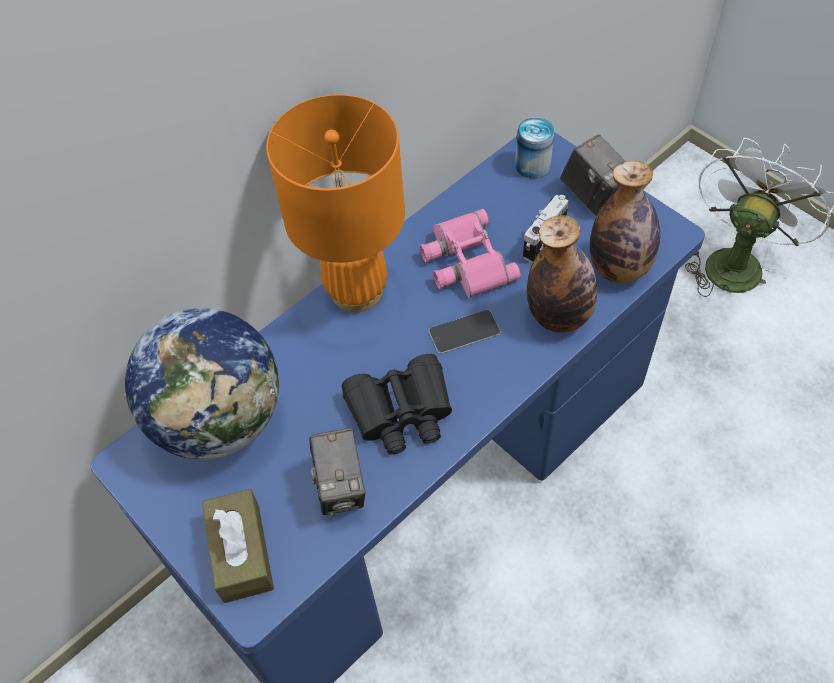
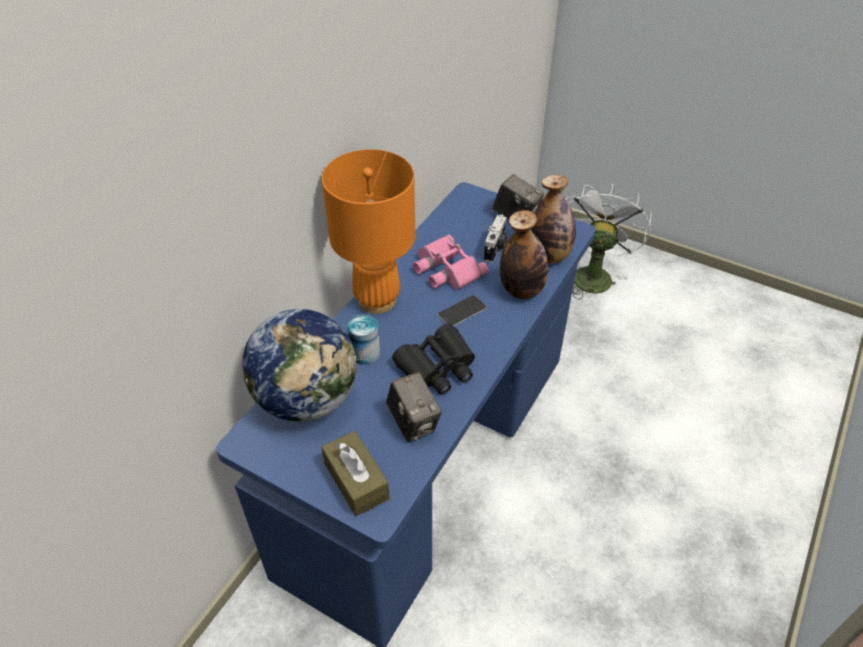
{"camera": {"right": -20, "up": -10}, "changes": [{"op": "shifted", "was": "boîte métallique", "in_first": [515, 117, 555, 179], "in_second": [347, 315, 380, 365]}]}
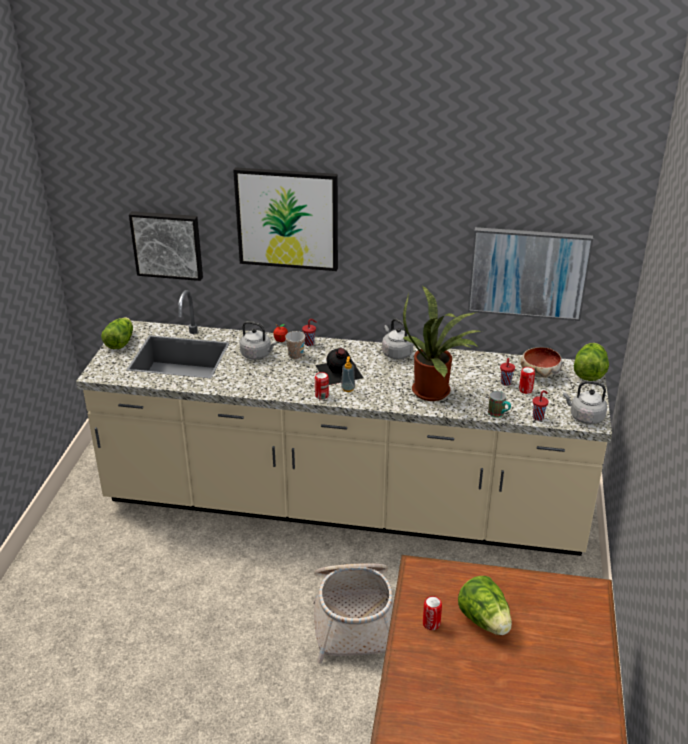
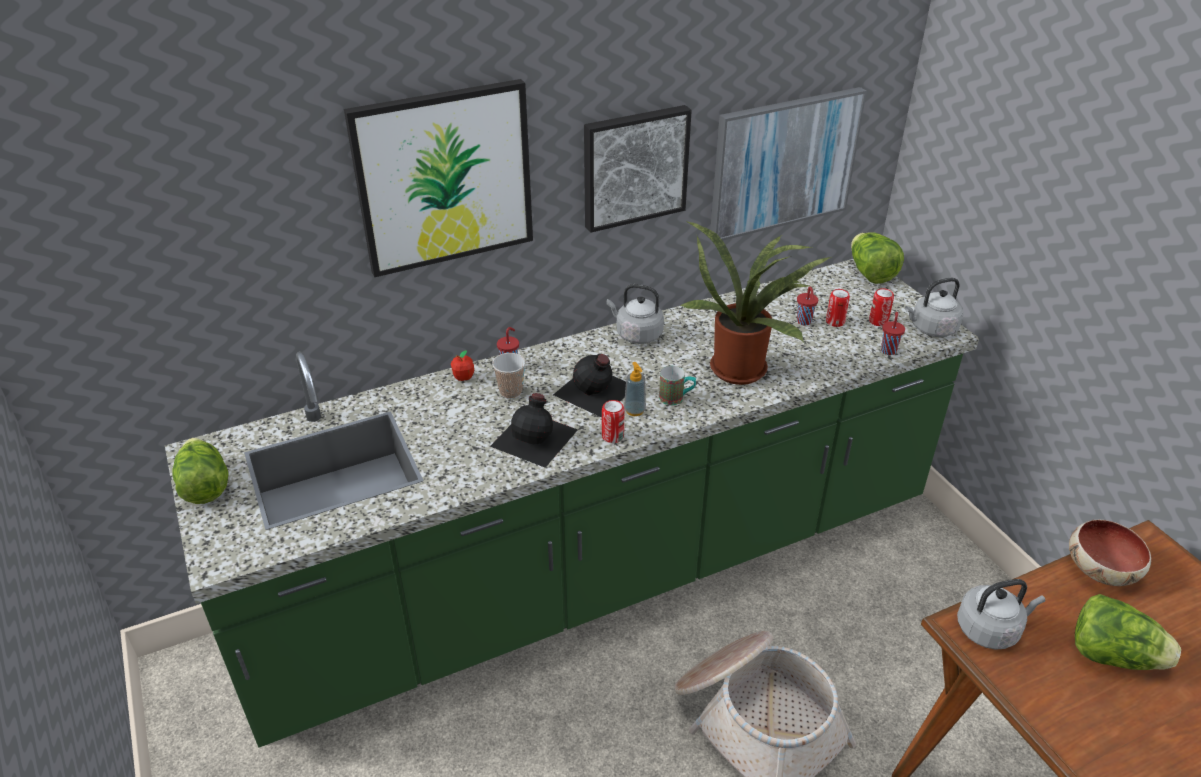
{"camera": {"right": -35, "up": 5}, "changes": [{"op": "repainted", "was": "comptoir de cuisine (beige)", "now": "comptoir de cuisine (vert)", "in_first": [76, 290, 612, 556], "in_second": [165, 259, 979, 748]}, {"op": "shifted", "was": "tableau", "in_first": [129, 211, 203, 281], "in_second": [584, 105, 692, 233]}, {"op": "shifted", "was": "bouilloire (gris)", "in_first": [240, 321, 277, 360], "in_second": [957, 579, 1045, 650]}, {"op": "shifted", "was": "boîte métallique", "in_first": [423, 596, 442, 630], "in_second": [869, 288, 894, 326]}, {"op": "shifted", "was": "mug", "in_first": [488, 391, 511, 418], "in_second": [659, 366, 696, 405]}, {"op": "shifted", "was": "bol", "in_first": [521, 347, 562, 377], "in_second": [1069, 520, 1151, 586]}, {"op": "new", "now": "bouteille (noir)", "in_second": [490, 393, 578, 468]}]}
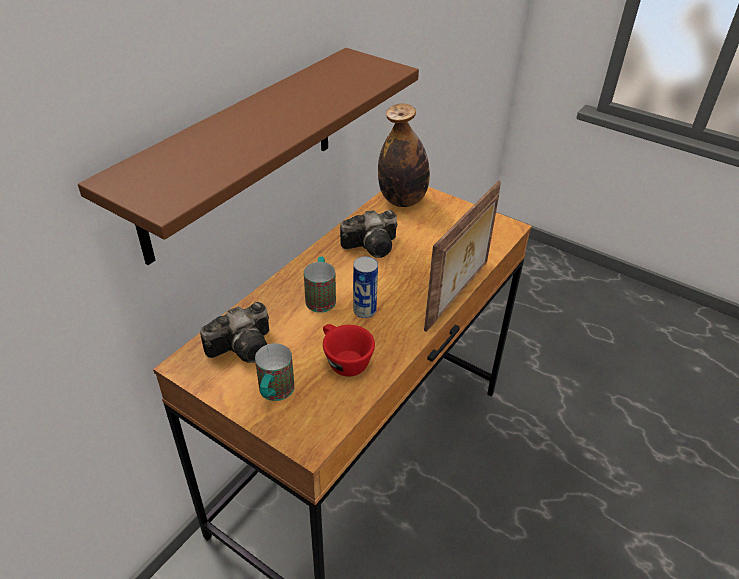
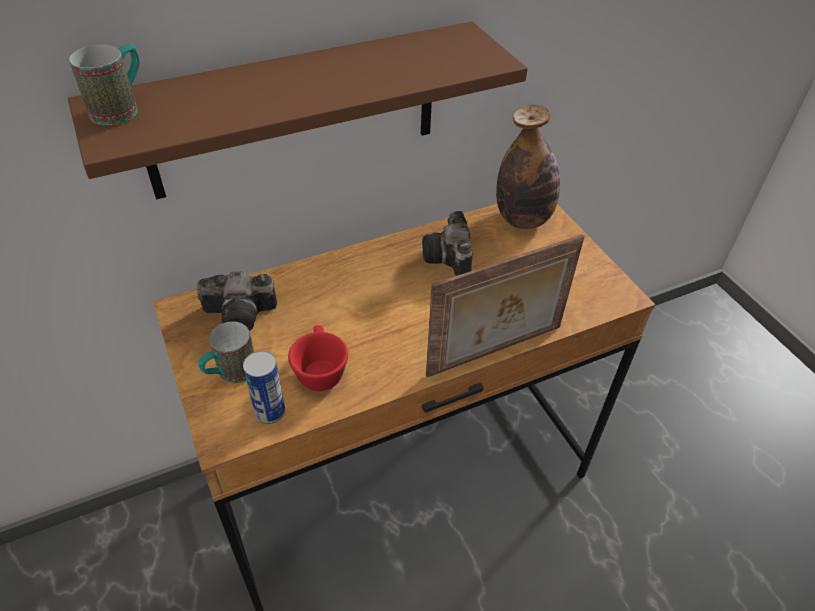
{"camera": {"right": 30, "up": 5}, "changes": [{"op": "shifted", "was": "mug", "in_first": [304, 256, 336, 313], "in_second": [69, 44, 139, 125]}, {"op": "rotated", "was": "appareil photo", "in_first": [340, 210, 397, 258], "in_second": [422, 211, 472, 276], "clockwise": 75}, {"op": "shifted", "was": "boîte métallique", "in_first": [353, 256, 378, 318], "in_second": [243, 351, 285, 424]}]}
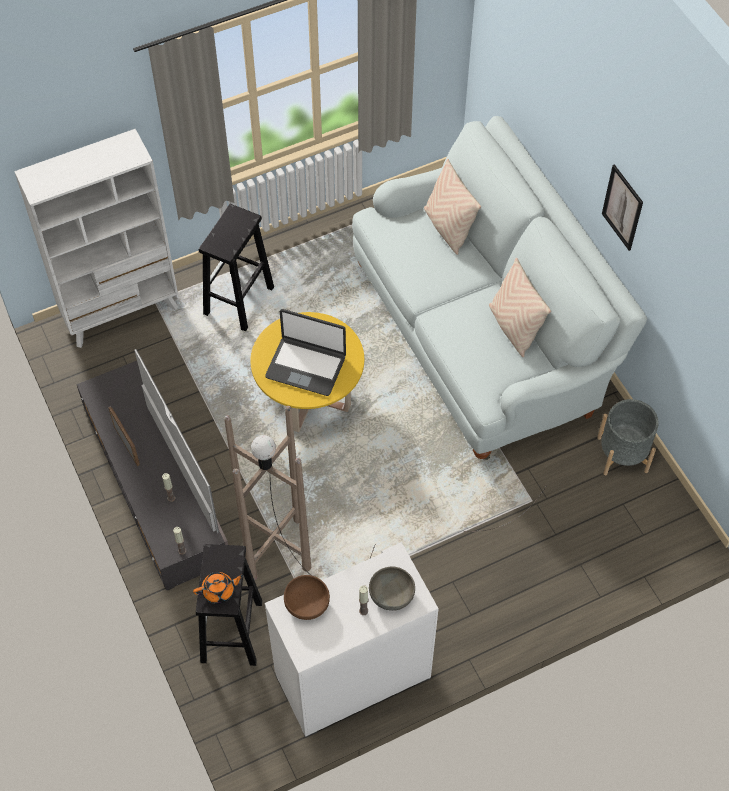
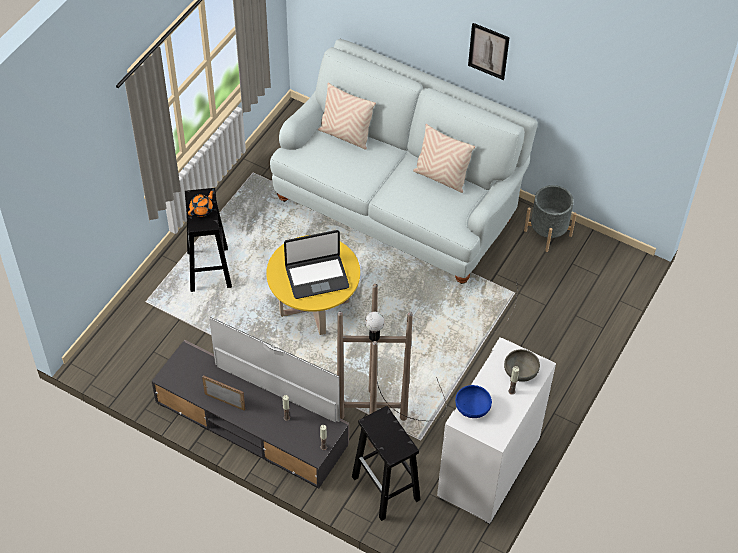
{"camera": {"right": -35, "up": -5}, "changes": [{"op": "gone", "was": "bibliothèque (blanc)", "in_first": [14, 129, 178, 348]}, {"op": "shifted", "was": "théière (orange)", "in_first": [193, 572, 244, 604], "in_second": [188, 189, 214, 217]}, {"op": "repainted", "was": "bol (marron)", "now": "bol (bleu)", "in_first": [284, 575, 330, 620], "in_second": [455, 385, 492, 418]}]}
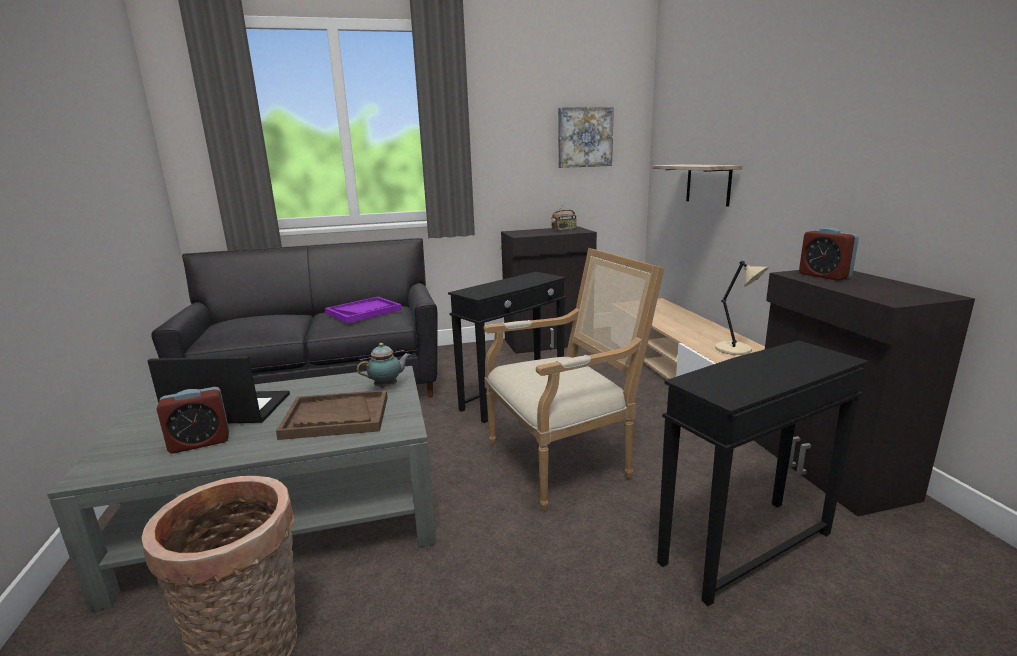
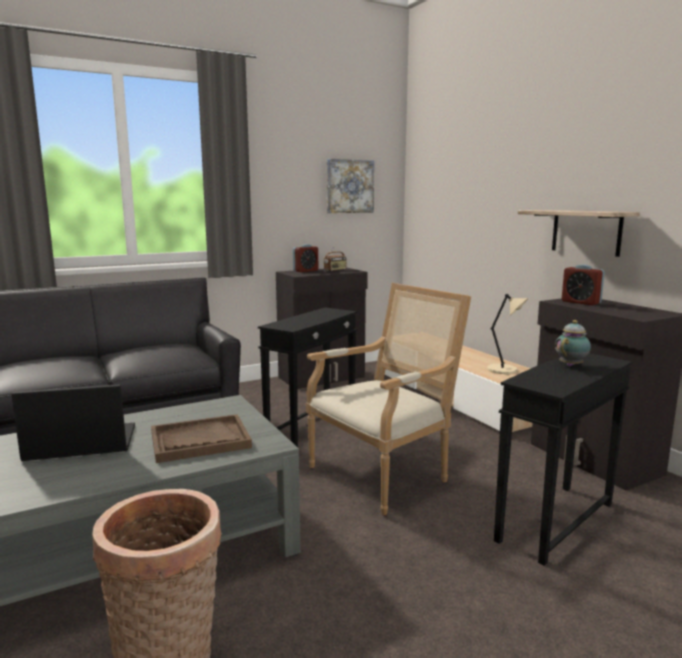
{"camera": {"right": -15, "up": -5}, "changes": [{"op": "shifted", "was": "réveil", "in_first": [156, 387, 229, 454], "in_second": [293, 244, 318, 272]}, {"op": "gone", "was": "plateau (violet)", "in_first": [325, 297, 402, 323]}, {"op": "shifted", "was": "théière", "in_first": [357, 343, 410, 388], "in_second": [555, 320, 591, 367]}, {"op": "shifted", "was": "étagère", "in_first": [653, 164, 743, 207], "in_second": [518, 210, 640, 257]}]}
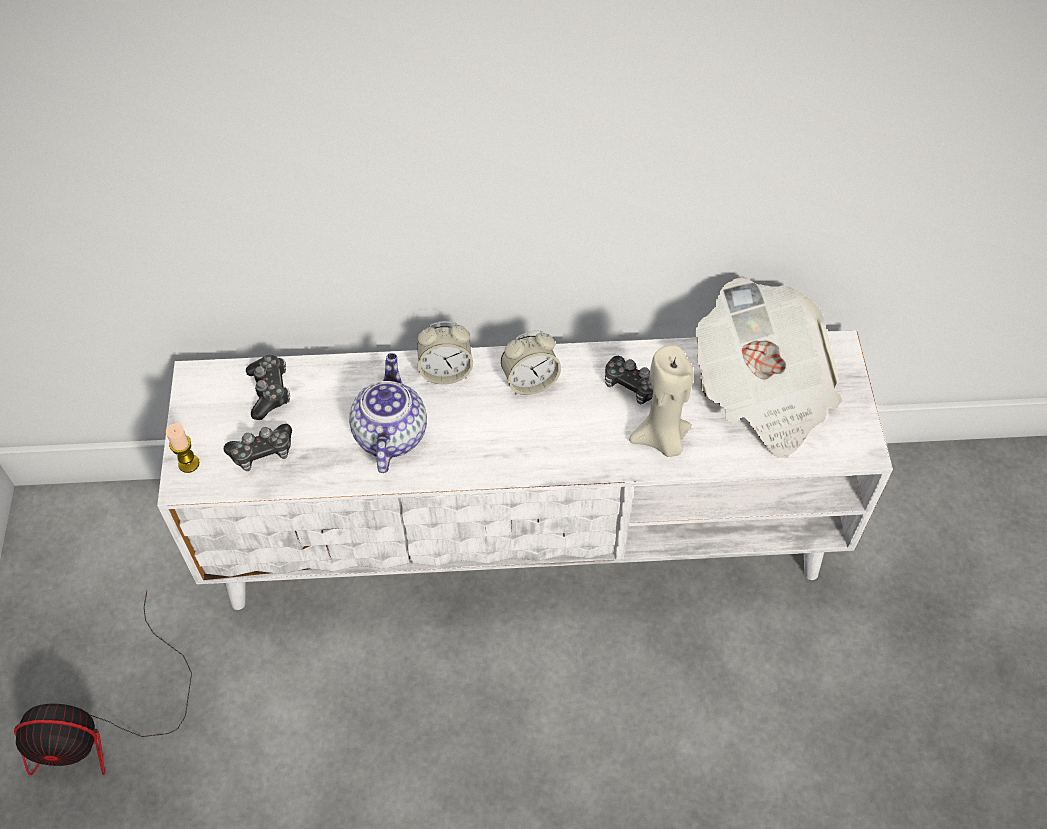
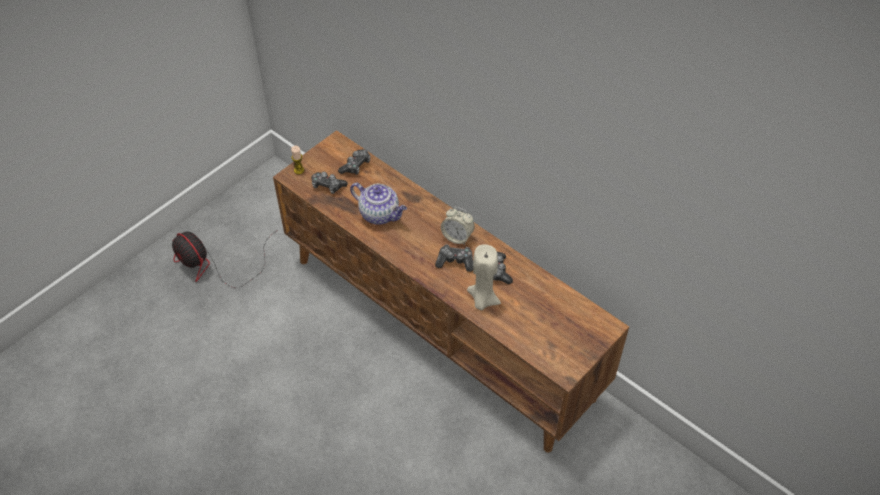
{"camera": {"right": 45, "up": -5}, "changes": [{"op": "repainted", "was": "meuble télé (blanc)", "now": "meuble télé (marron)", "in_first": [157, 330, 893, 610], "in_second": [273, 130, 629, 453]}, {"op": "rotated", "was": "théière", "in_first": [349, 353, 427, 473], "in_second": [350, 182, 407, 225], "clockwise": 75}, {"op": "gone", "was": "réveil", "in_first": [417, 321, 473, 384]}, {"op": "gone", "was": "journal", "in_first": [695, 277, 842, 458]}, {"op": "new", "now": "manette", "in_second": [435, 245, 473, 272]}]}
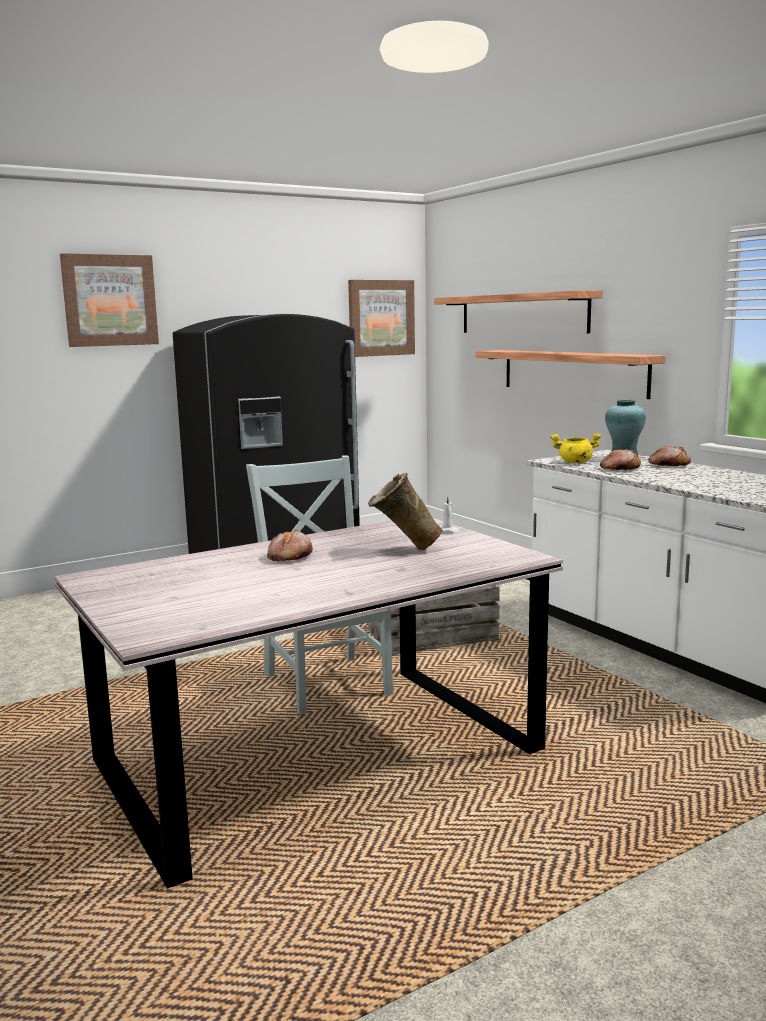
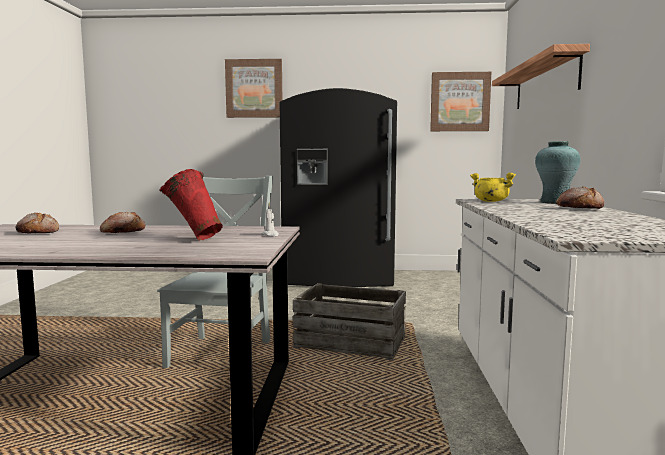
{"camera": {"right": 35, "up": -5}, "changes": [{"op": "repainted", "was": "vase (beige)", "now": "vase (rouge)", "in_first": [368, 473, 443, 551], "in_second": [159, 169, 223, 240]}, {"op": "gone", "was": "étagère", "in_first": [475, 350, 666, 399]}, {"op": "shifted", "was": "pain", "in_first": [600, 449, 641, 470], "in_second": [16, 213, 59, 233]}]}
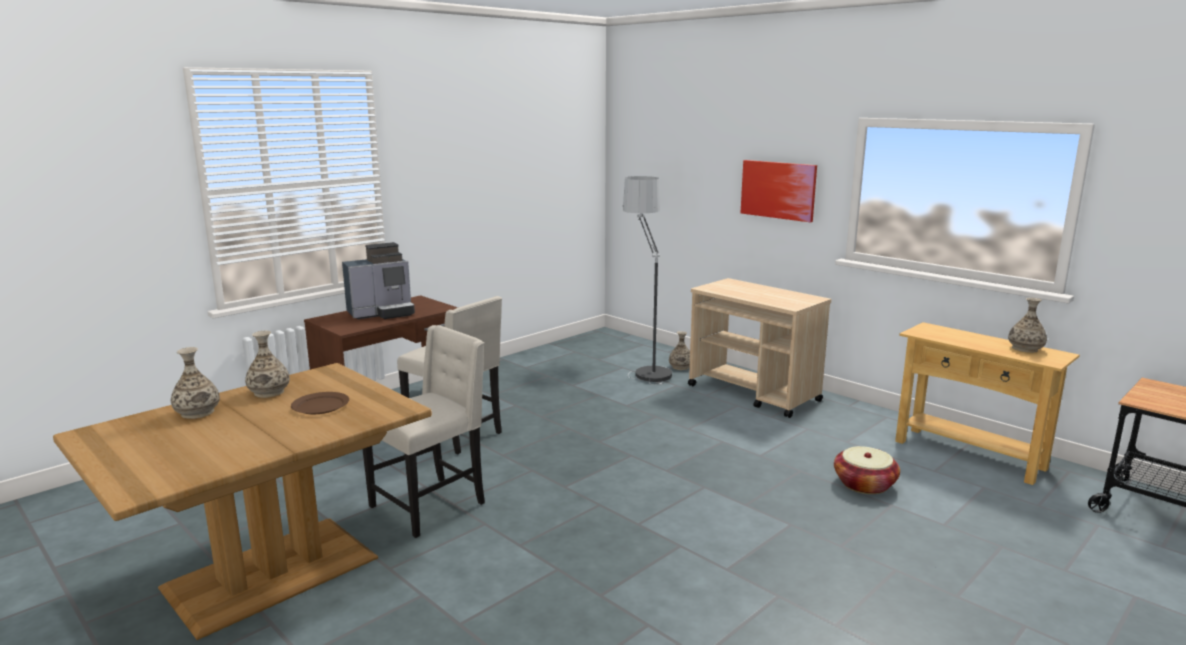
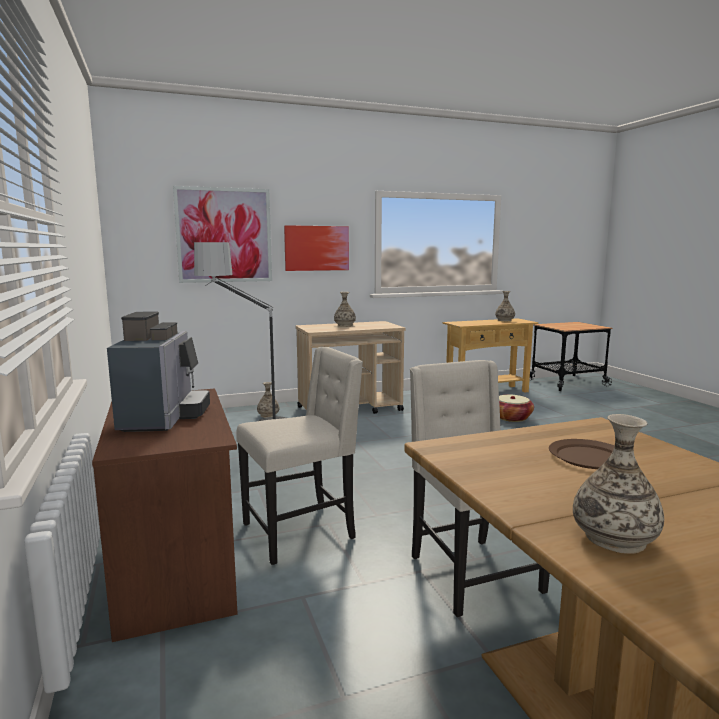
{"camera": {"right": -65, "up": -5}, "changes": [{"op": "shifted", "was": "vase", "in_first": [245, 331, 290, 398], "in_second": [334, 292, 356, 326]}, {"op": "new", "now": "tableau", "in_second": [173, 186, 272, 283]}]}
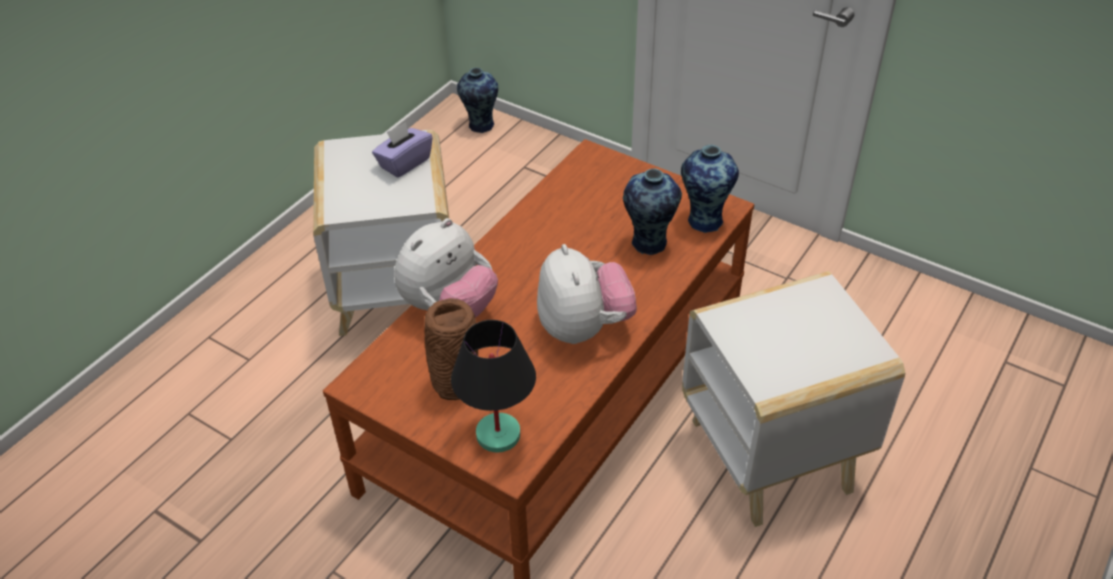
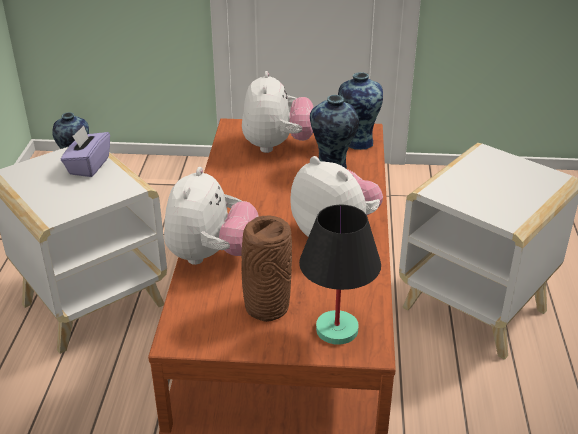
{"camera": {"right": -30, "up": -10}, "changes": [{"op": "new", "now": "peluche", "in_second": [242, 71, 314, 153]}]}
